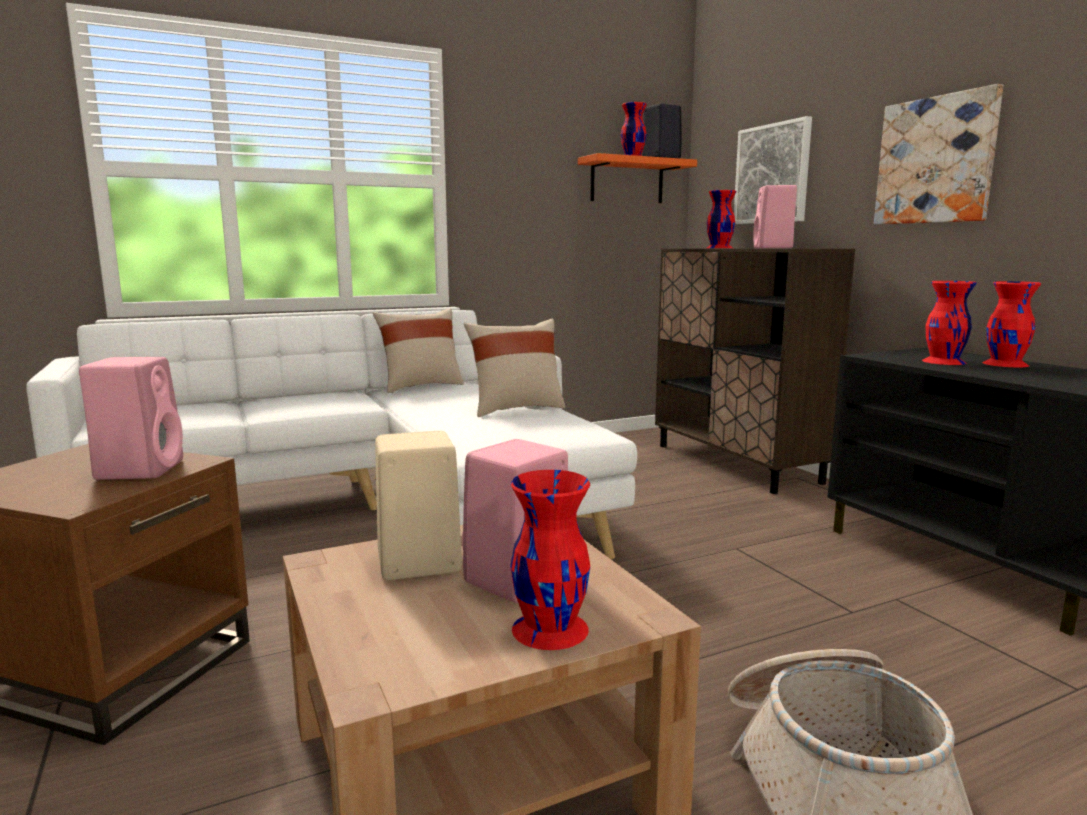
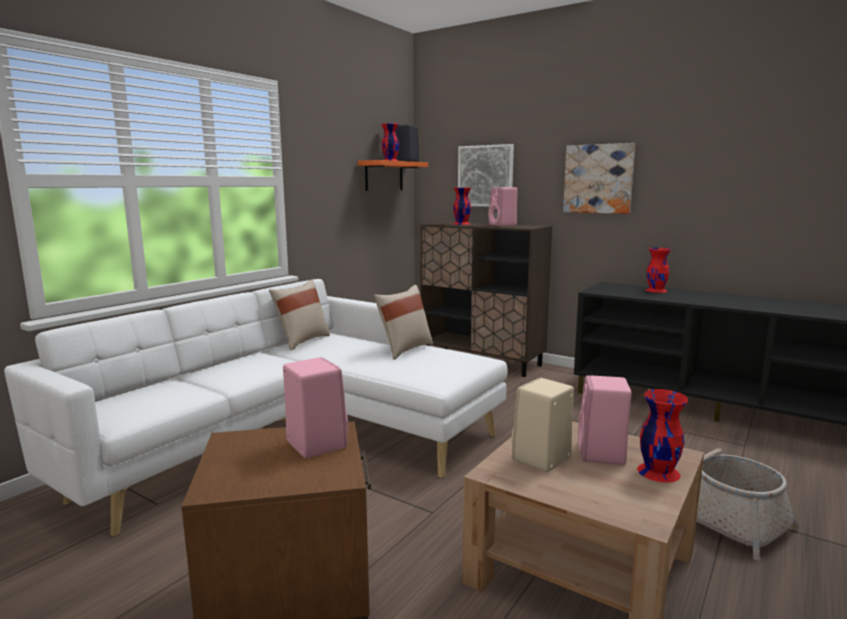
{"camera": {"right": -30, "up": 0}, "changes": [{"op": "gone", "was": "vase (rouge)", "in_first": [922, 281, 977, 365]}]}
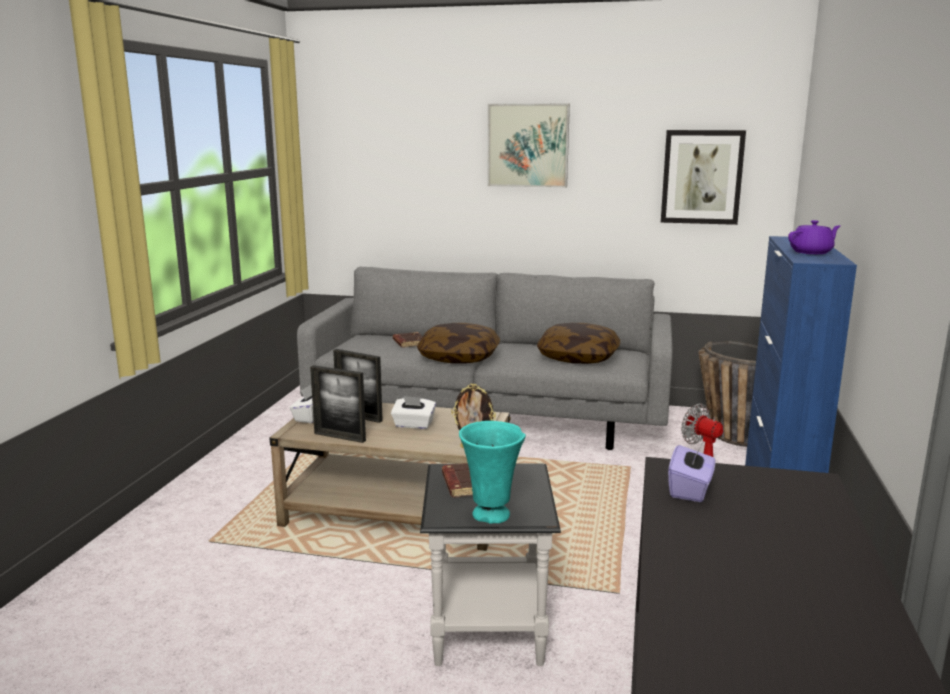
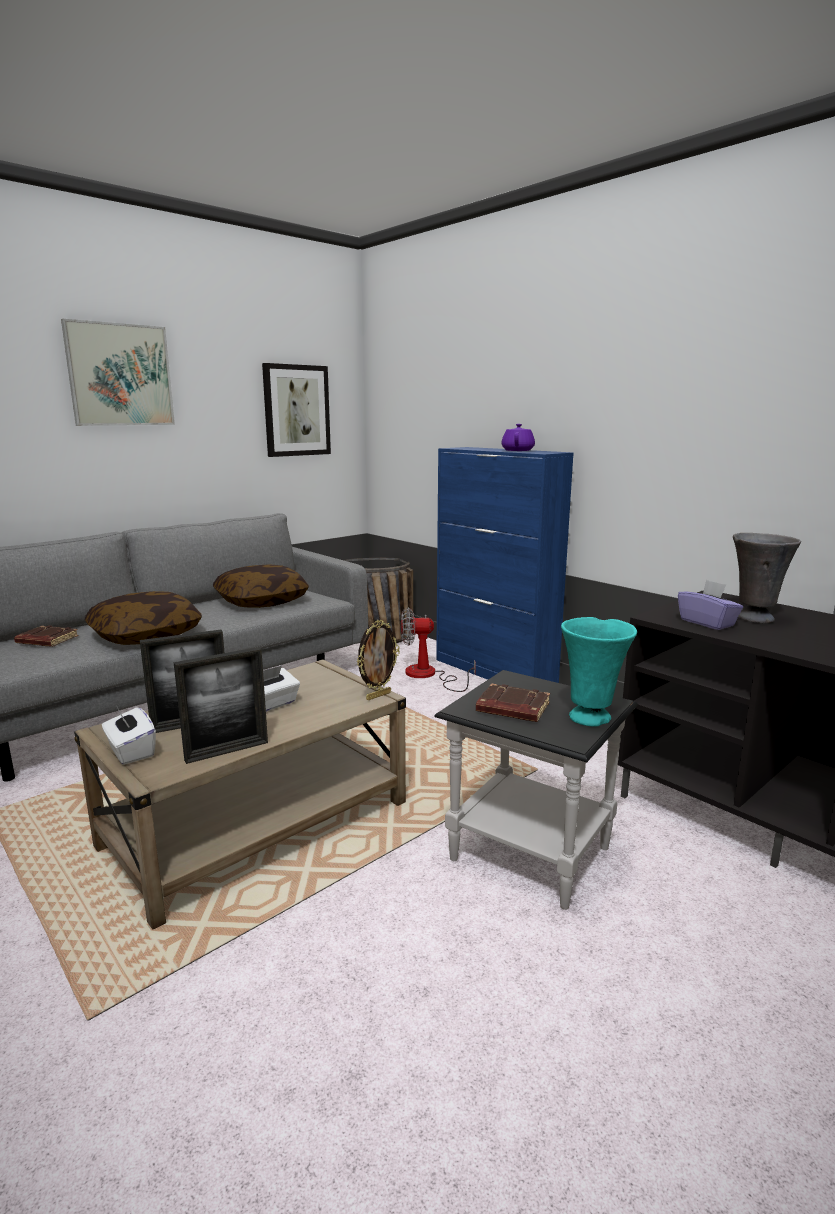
{"camera": {"right": -55, "up": 0}, "changes": [{"op": "new", "now": "vase (gris)", "in_second": [733, 533, 801, 623]}]}
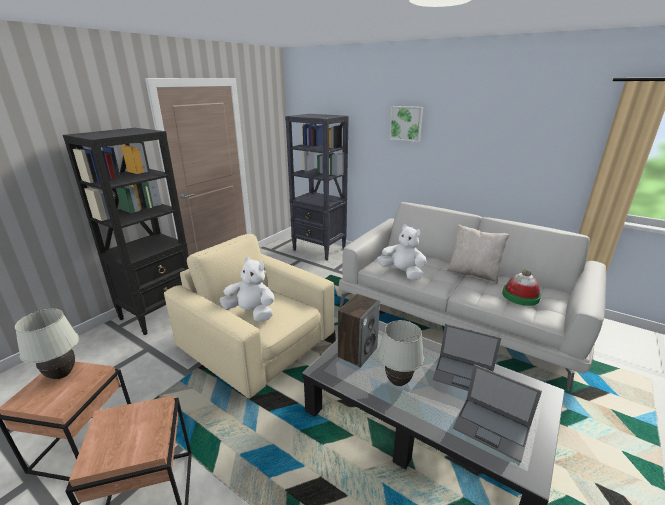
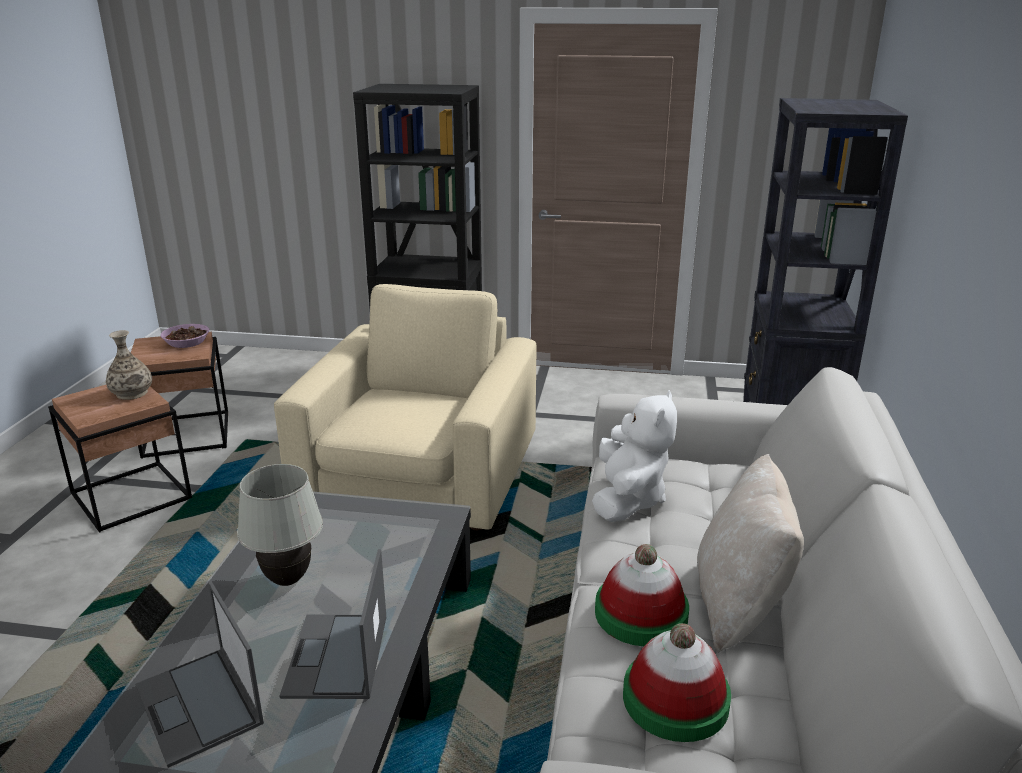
{"camera": {"right": 65, "up": 0}, "changes": [{"op": "swapped", "was": "lampe de table (blanc)", "now": "bol", "in_first": [15, 309, 79, 379], "in_second": [161, 324, 209, 348]}, {"op": "gone", "was": "peluche (blanc)", "in_first": [220, 257, 274, 322]}, {"op": "gone", "was": "enceinte", "in_first": [338, 294, 380, 368]}, {"op": "gone", "was": "tableau", "in_first": [389, 106, 423, 142]}, {"op": "rotated", "was": "ordinateur portable", "in_first": [453, 364, 542, 463], "in_second": [135, 580, 264, 768], "clockwise": -45}, {"op": "new", "now": "vase", "in_second": [106, 330, 152, 400]}, {"op": "new", "now": "chapeau", "in_second": [595, 544, 689, 646]}]}
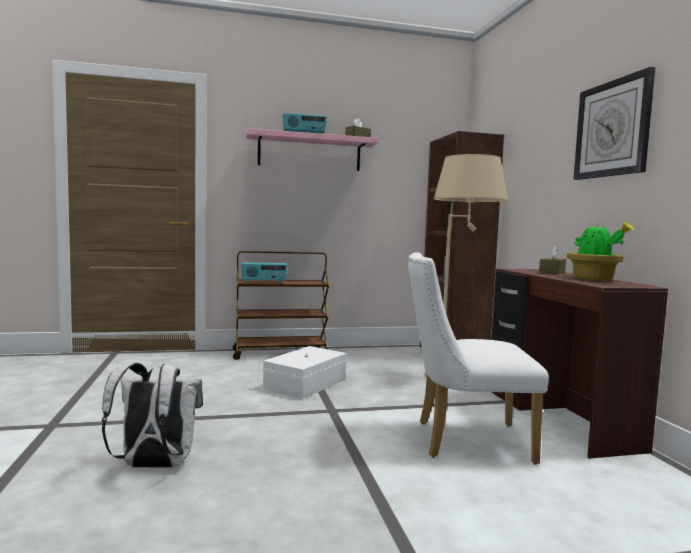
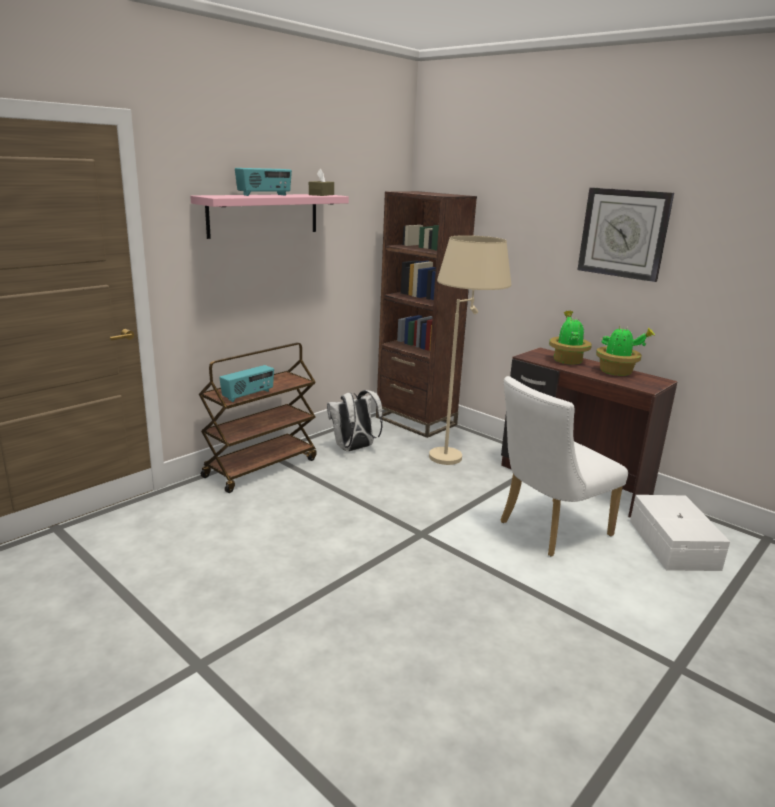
{"camera": {"right": -35, "up": 15}, "changes": [{"op": "shifted", "was": "sac à dos (blanc)", "in_first": [102, 363, 203, 468], "in_second": [327, 390, 383, 452]}, {"op": "shifted", "was": "boîte de rangement (blanc)", "in_first": [263, 346, 346, 399], "in_second": [630, 495, 730, 571]}, {"op": "swapped", "was": "boîte à mouchoirs (marron)", "now": "plante en pot", "in_first": [539, 246, 566, 275], "in_second": [549, 311, 592, 365]}]}
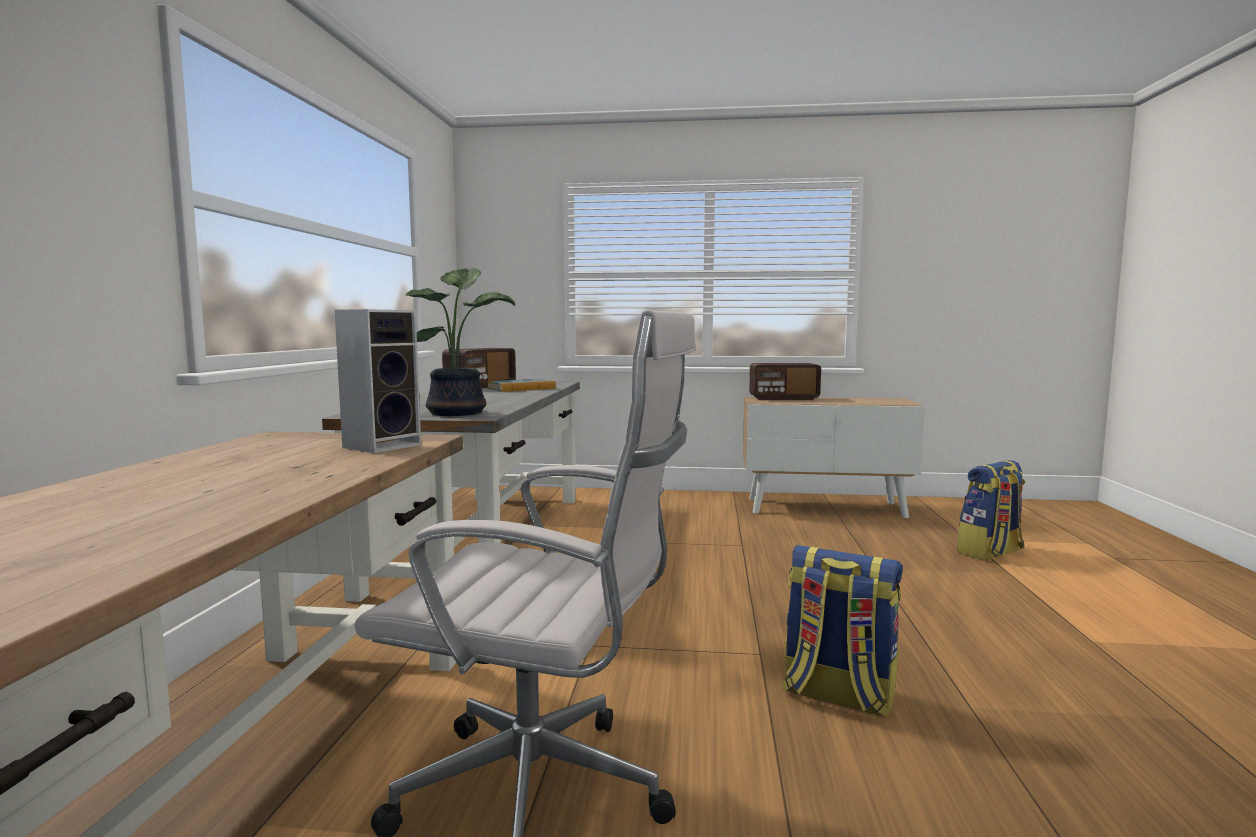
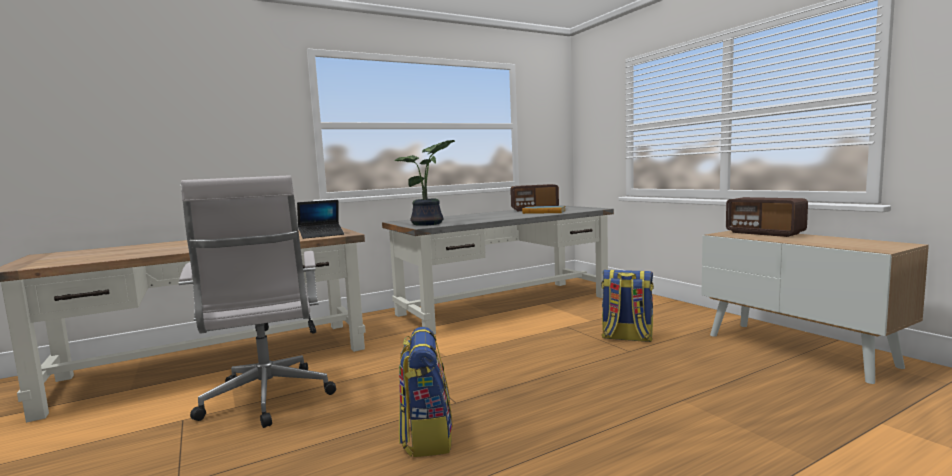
{"camera": {"right": 55, "up": 0}, "changes": [{"op": "swapped", "was": "enceinte", "now": "ordinateur portable", "in_first": [335, 309, 421, 453], "in_second": [297, 200, 344, 239]}, {"op": "shifted", "was": "sac à dos", "in_first": [957, 460, 1025, 561], "in_second": [601, 270, 654, 342]}]}
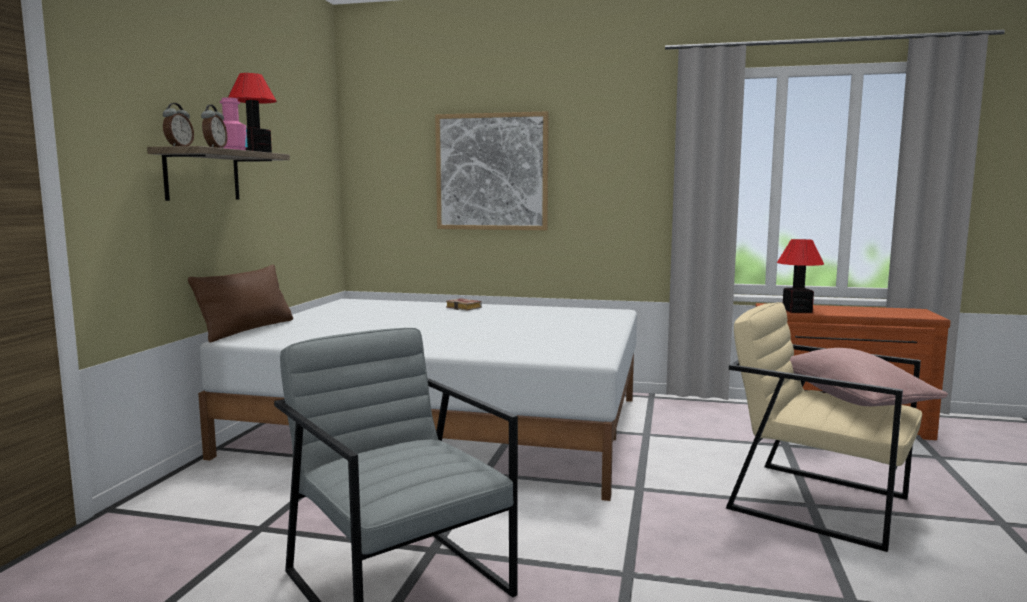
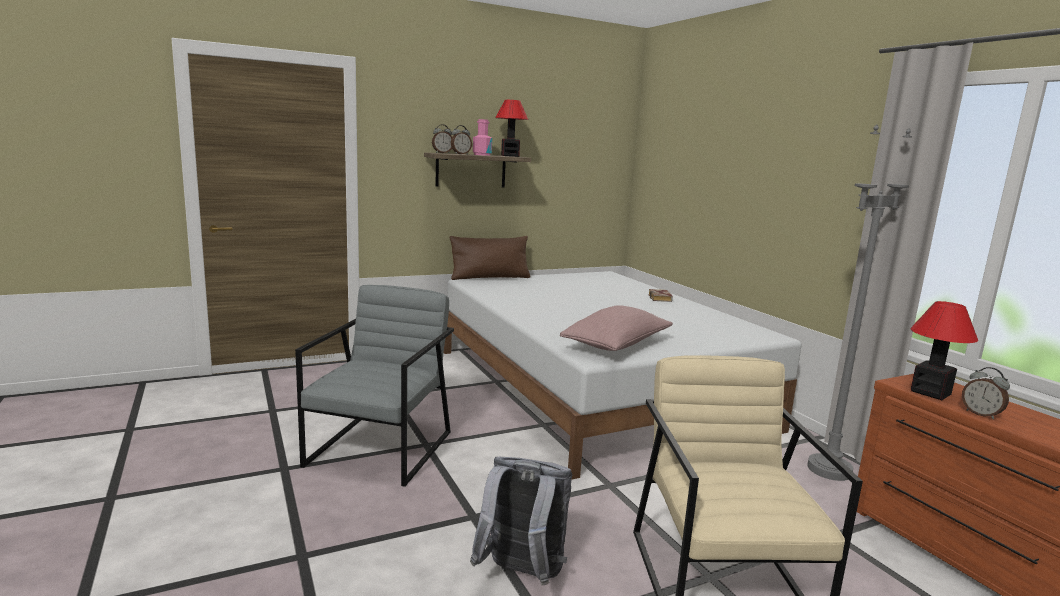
{"camera": {"right": 50, "up": 5}, "changes": [{"op": "gone", "was": "tableau", "in_first": [435, 111, 549, 230]}, {"op": "shifted", "was": "coussin (rose)", "in_first": [790, 348, 948, 406], "in_second": [560, 305, 673, 351]}, {"op": "new", "now": "sac à dos (gris)", "in_second": [470, 457, 572, 585]}, {"op": "new", "now": "lampadaire (gris)", "in_second": [807, 124, 912, 481]}, {"op": "new", "now": "réveil", "in_second": [962, 367, 1010, 420]}]}
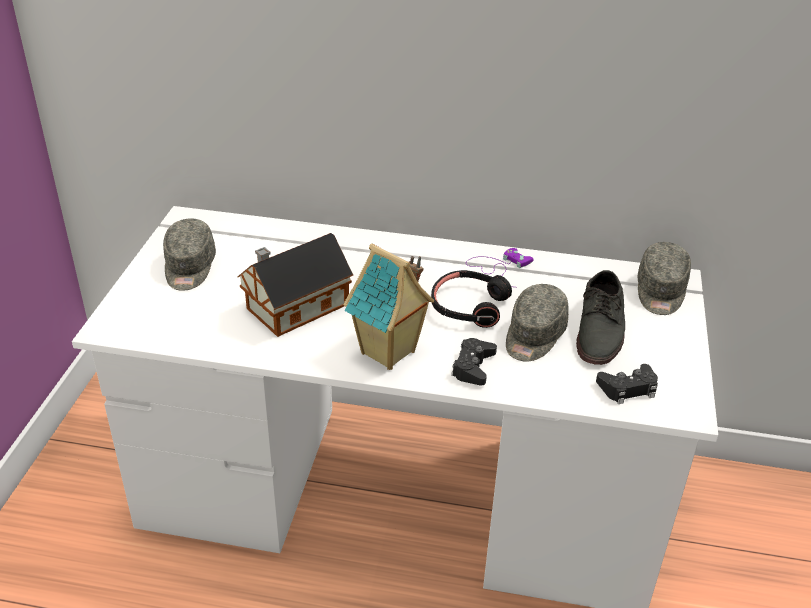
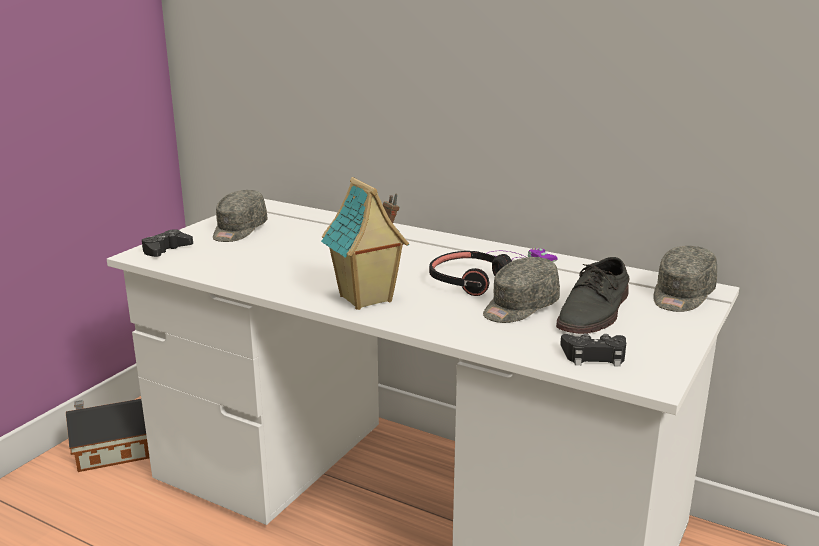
{"camera": {"right": 20, "up": -15}, "changes": [{"op": "shifted", "was": "maison miniature", "in_first": [237, 233, 353, 337], "in_second": [66, 399, 150, 472]}, {"op": "shifted", "was": "manette (noir)", "in_first": [451, 338, 497, 386], "in_second": [142, 229, 193, 257]}]}
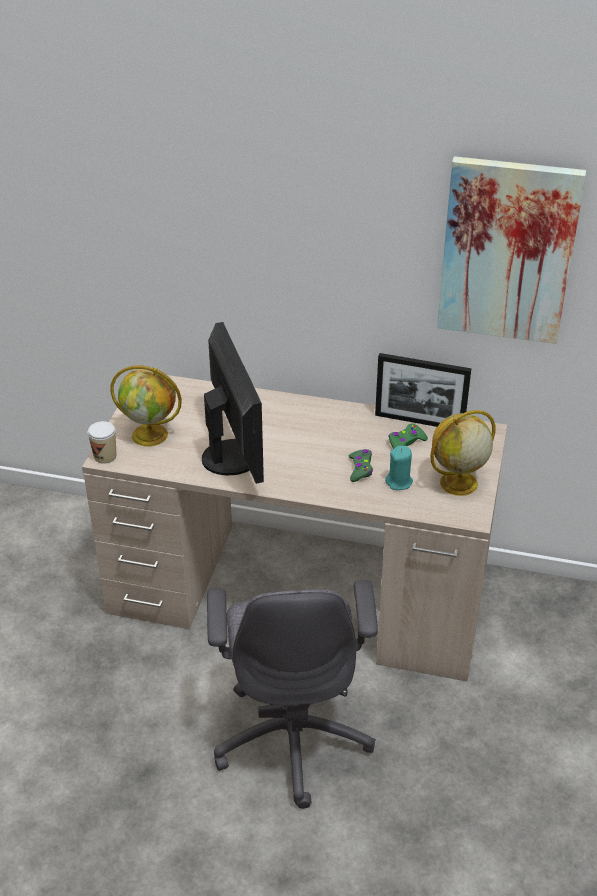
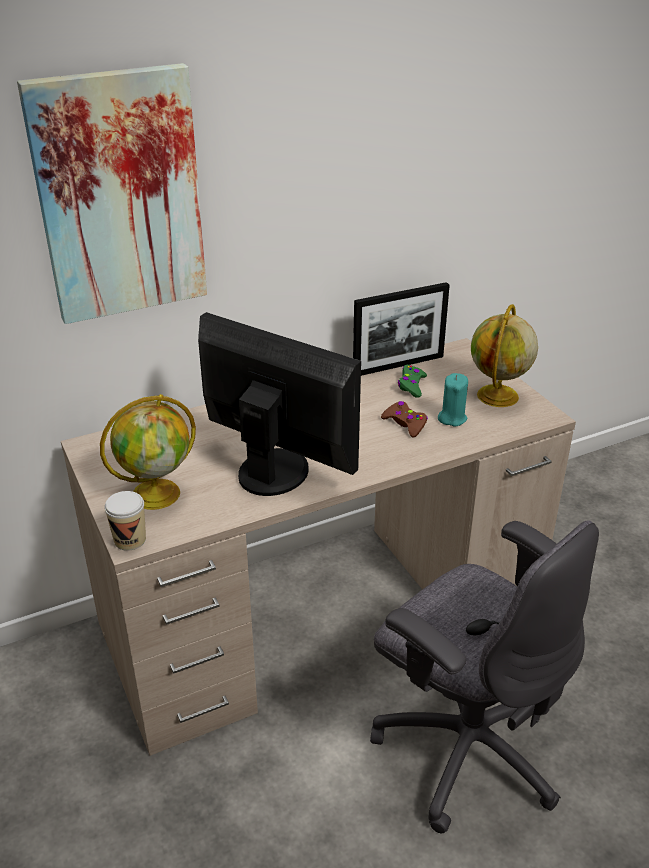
{"camera": {"right": -40, "up": -5}, "changes": [{"op": "repainted", "was": "manette (vert)", "now": "manette (marron)", "in_first": [349, 449, 373, 482], "in_second": [381, 401, 428, 437]}, {"op": "shifted", "was": "tableau", "in_first": [437, 156, 586, 344], "in_second": [17, 63, 207, 324]}]}
